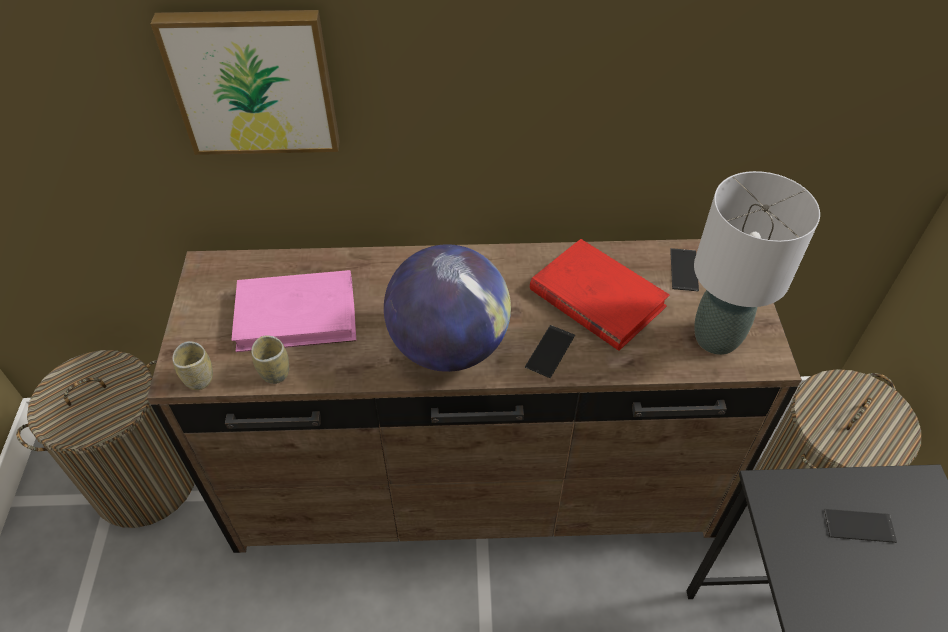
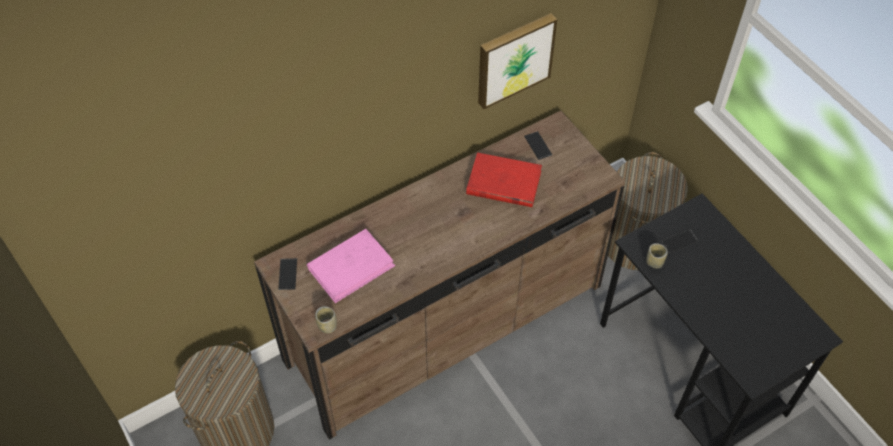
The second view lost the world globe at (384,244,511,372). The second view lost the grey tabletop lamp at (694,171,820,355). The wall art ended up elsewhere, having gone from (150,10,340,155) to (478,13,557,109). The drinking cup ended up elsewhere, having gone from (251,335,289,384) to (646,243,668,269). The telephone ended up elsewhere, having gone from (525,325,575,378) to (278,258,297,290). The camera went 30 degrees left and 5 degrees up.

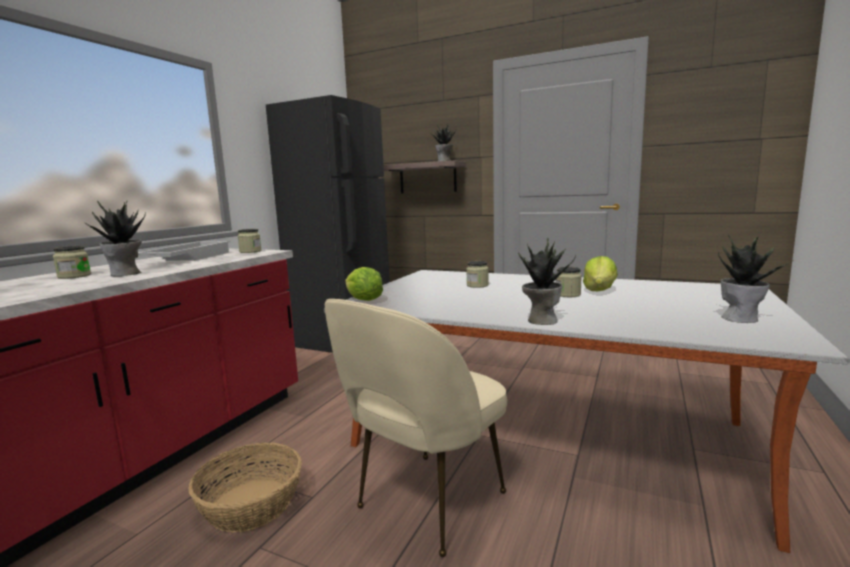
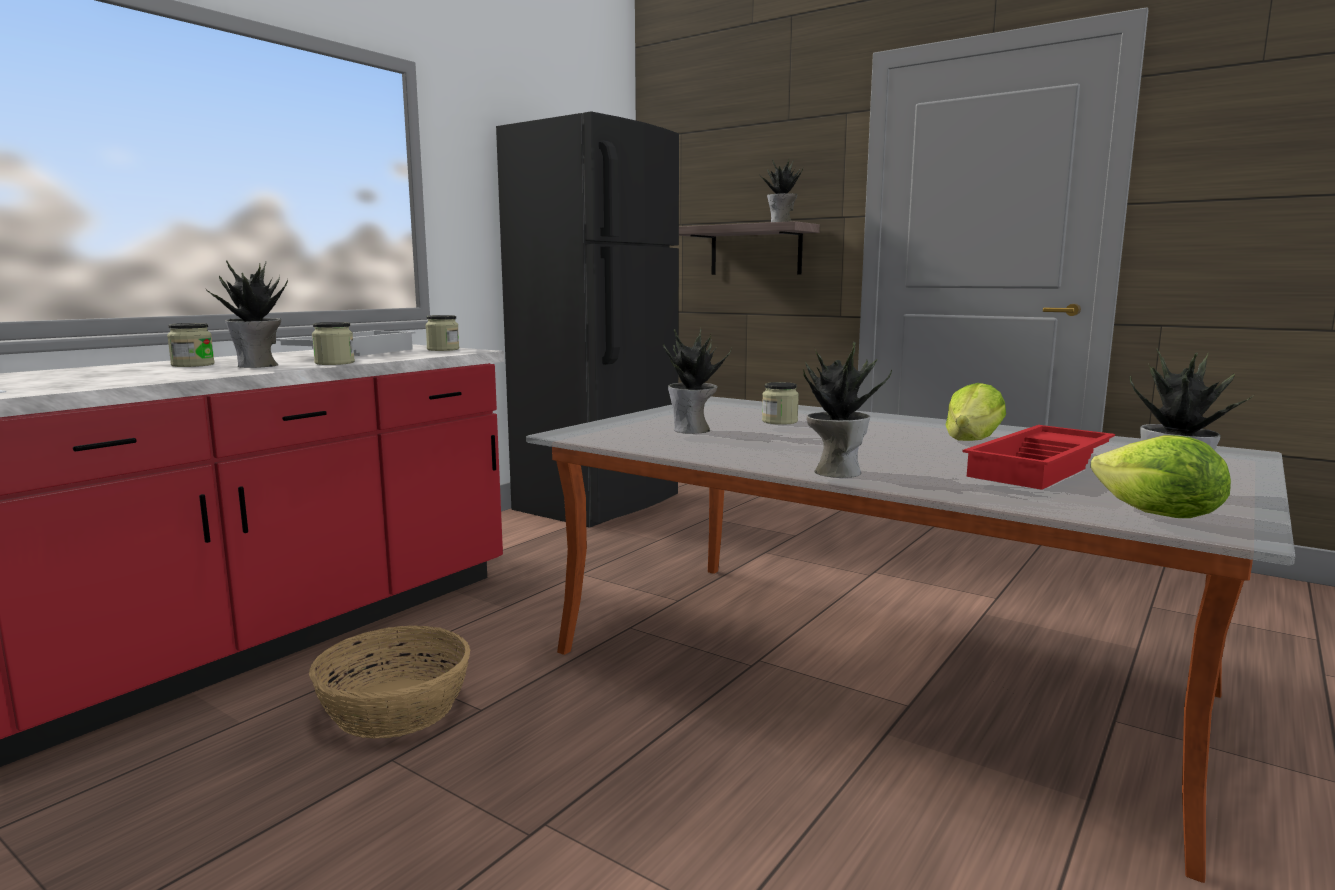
The second view lost the beige plain chair at (325,299,507,557). The second view gained the potted plant at (663,328,732,434). The second view gained the reddish tray at (963,425,1115,490). The lettuce head ended up elsewhere, having gone from (346,267,383,301) to (1090,435,1231,518). The preserve jar ended up elsewhere, having gone from (556,267,582,297) to (312,322,355,365). The camera went 10 degrees right and 0 degrees up.

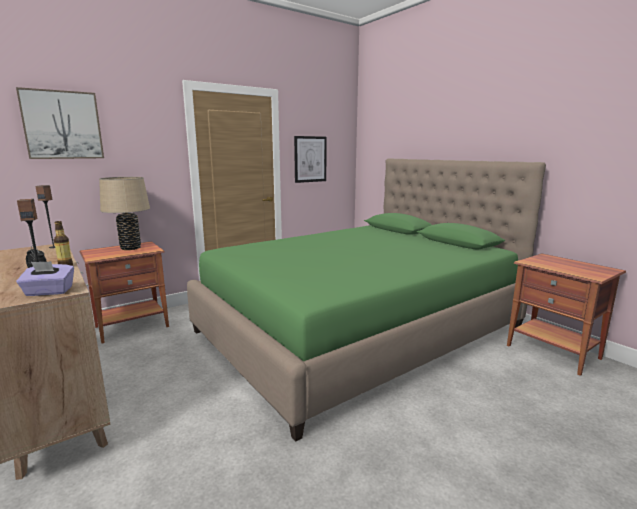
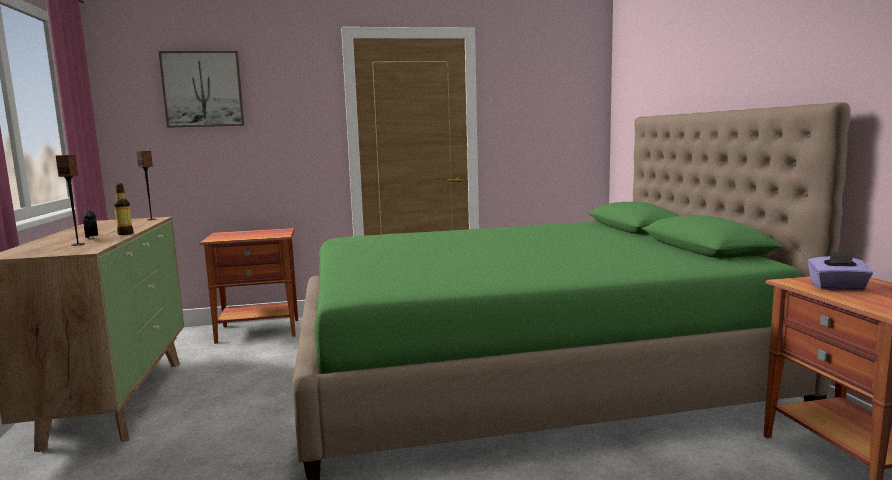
The second view lost the beige tabletop lamp at (99,177,150,250). The second view lost the wall art at (294,136,327,183). The purple-coloured box of tissues ended up elsewhere, having gone from (16,261,74,296) to (807,251,873,291). The camera went 25 degrees right and 5 degrees down.

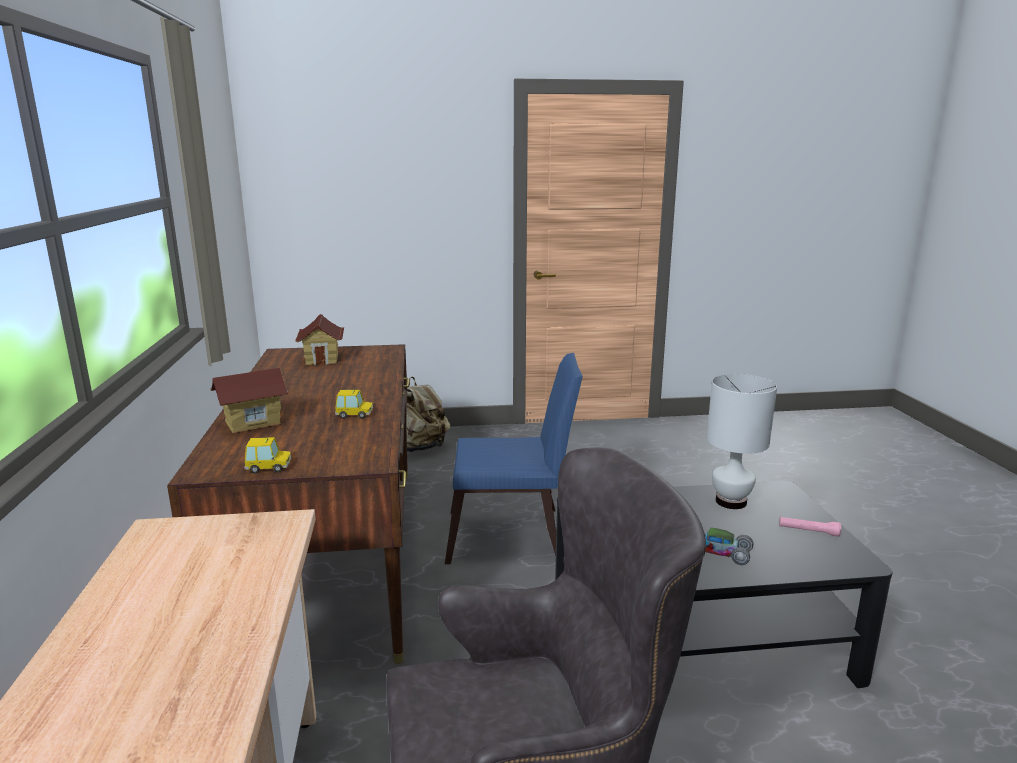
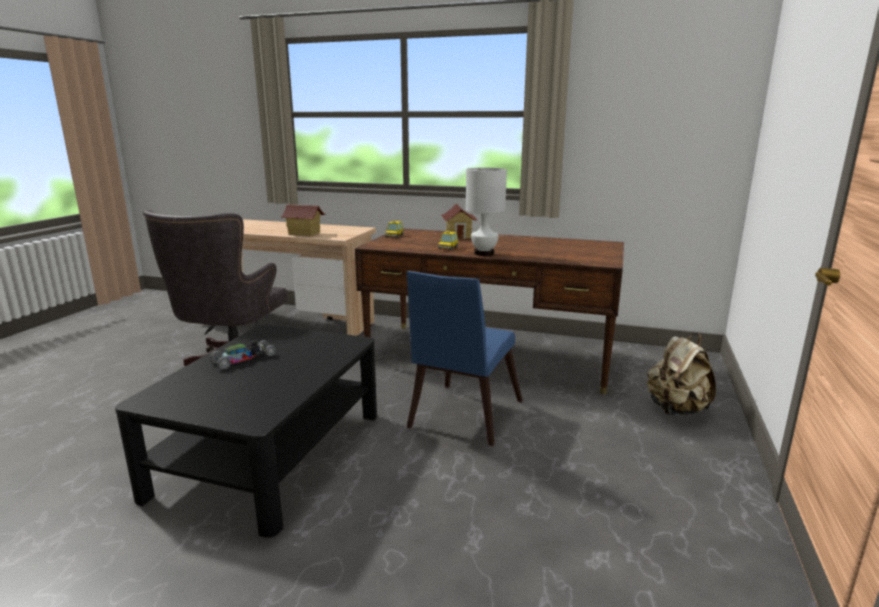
The second view lost the pink-coloured torch at (779,517,841,537). The model house ended up elsewhere, having gone from (295,314,344,365) to (280,205,325,236). The whitish tabletop lamp ended up elsewhere, having gone from (707,374,777,509) to (466,168,507,256). The camera went 115 degrees right and 0 degrees up.

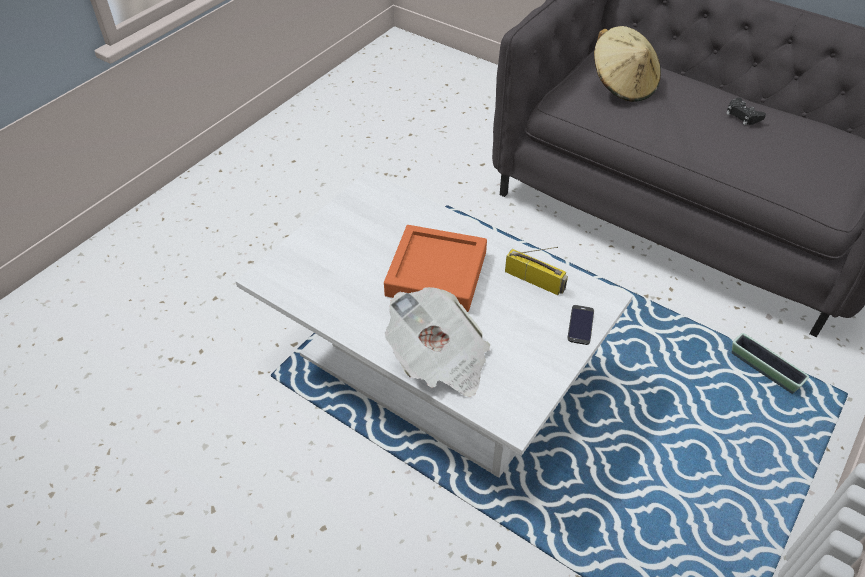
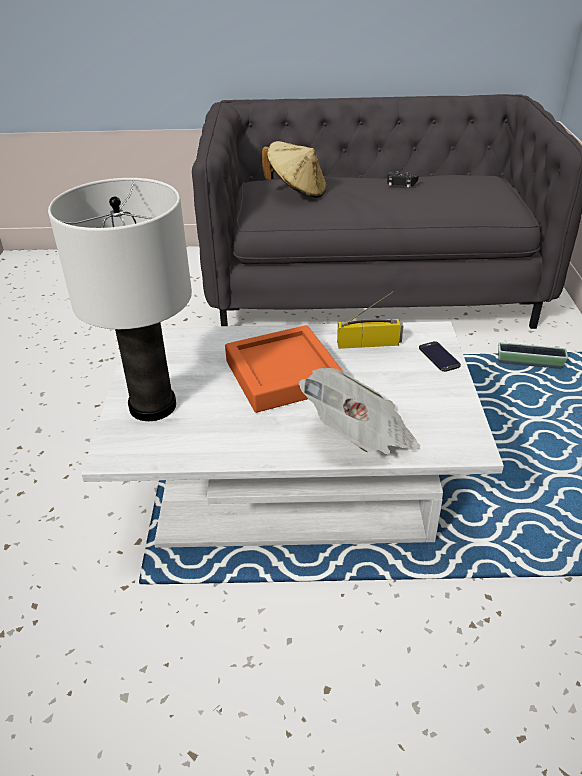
The second view gained the whitish tabletop lamp at (48,178,192,421). The camera went 35 degrees left and 10 degrees down.

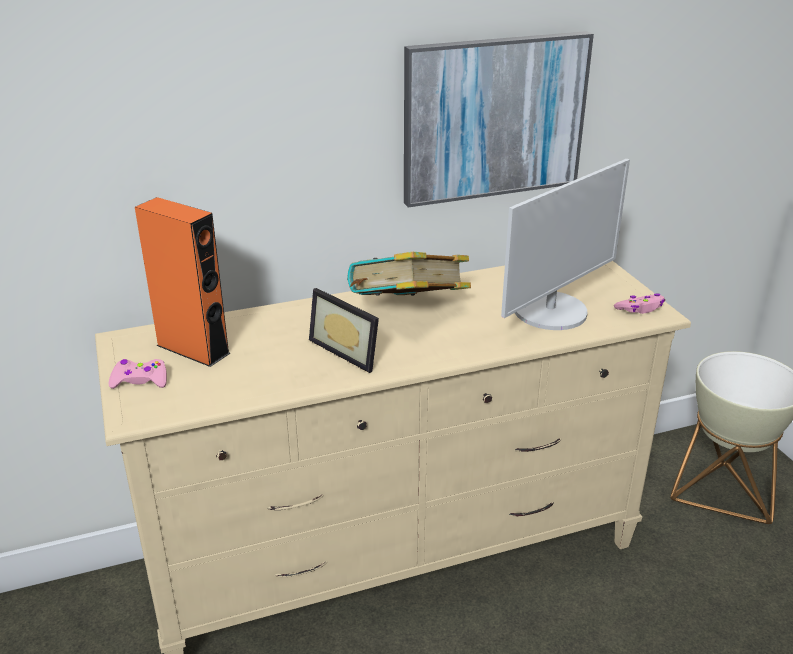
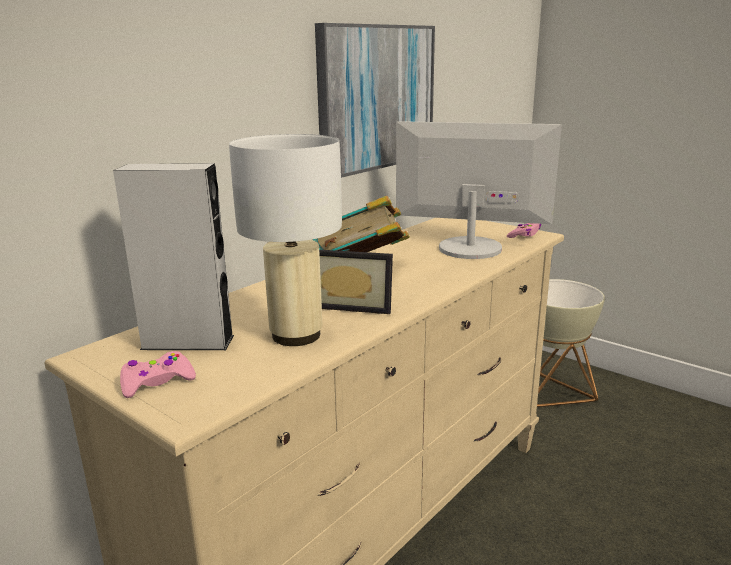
The second view gained the whitish tabletop lamp at (229,134,342,346). What was the orange-coloured loudspeaker at (135,197,230,367) turned into the grey loudspeaker at (113,163,234,350). The computer screen at (501,158,630,330) ended up facing another way, 90 degrees counterclockwise from before. The camera went 30 degrees left and 10 degrees down.

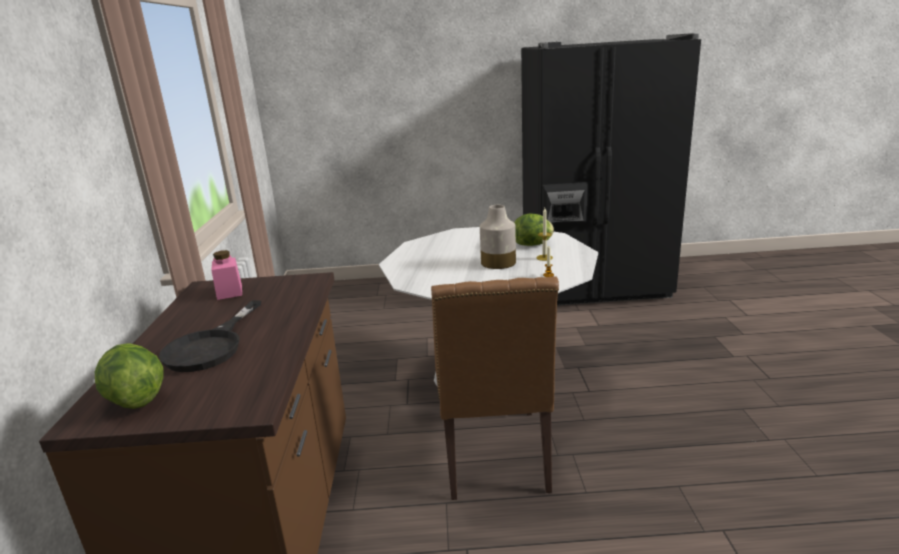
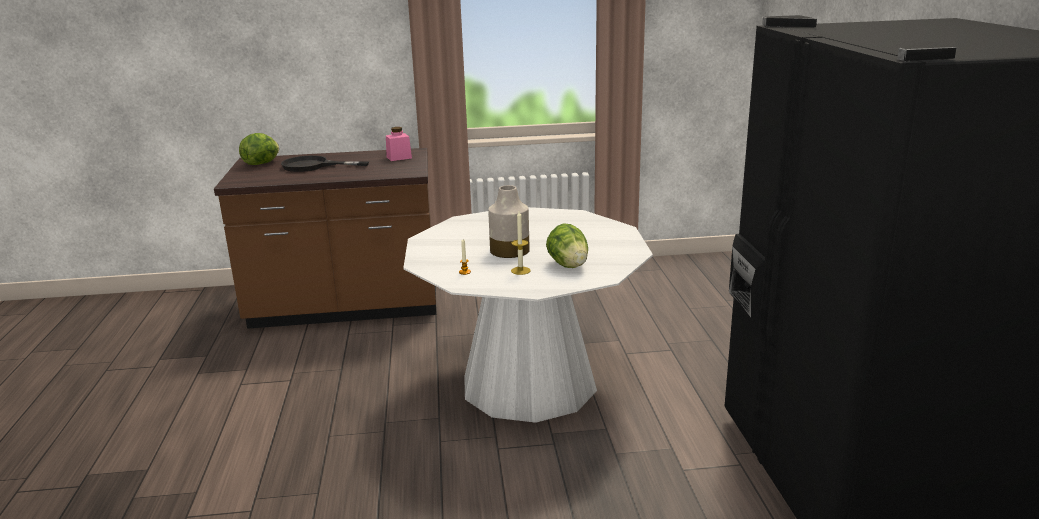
The second view lost the brown-coloured plain chair at (431,276,559,500). The camera went 85 degrees right and 0 degrees up.

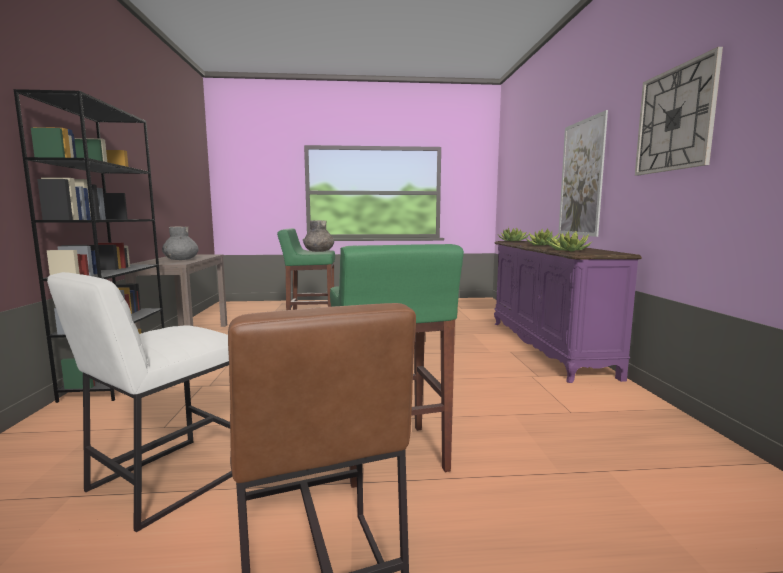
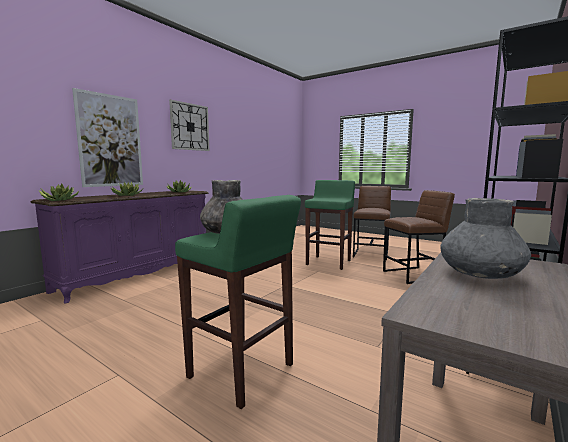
What was the whitish plain chair at (47,272,233,532) turned into the brown-coloured plain chair at (383,190,455,284). The camera went 140 degrees left and 0 degrees up.

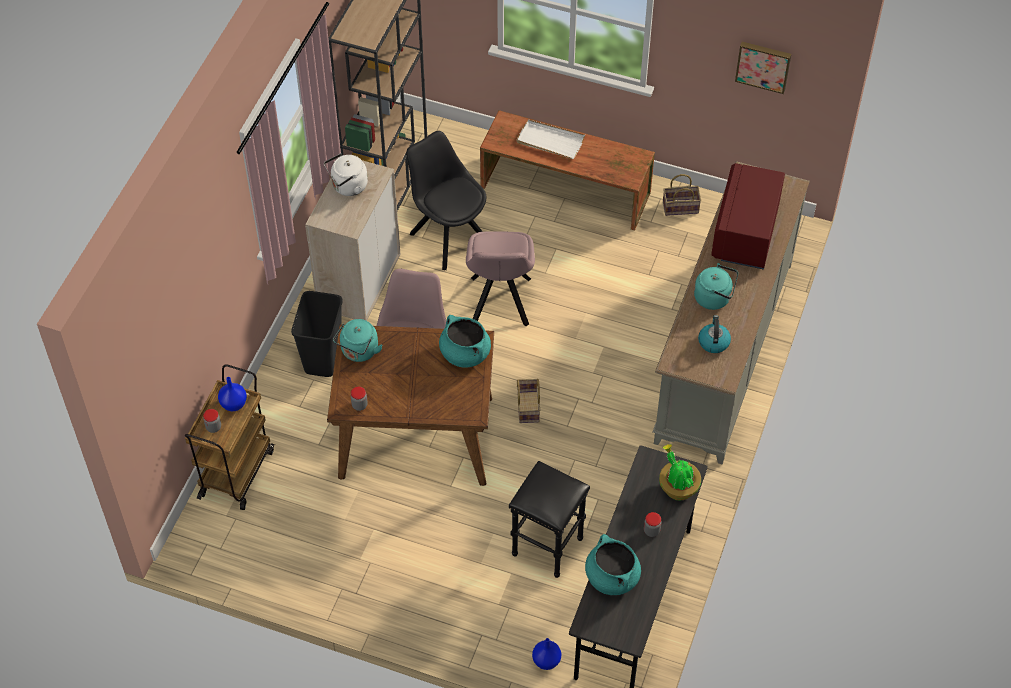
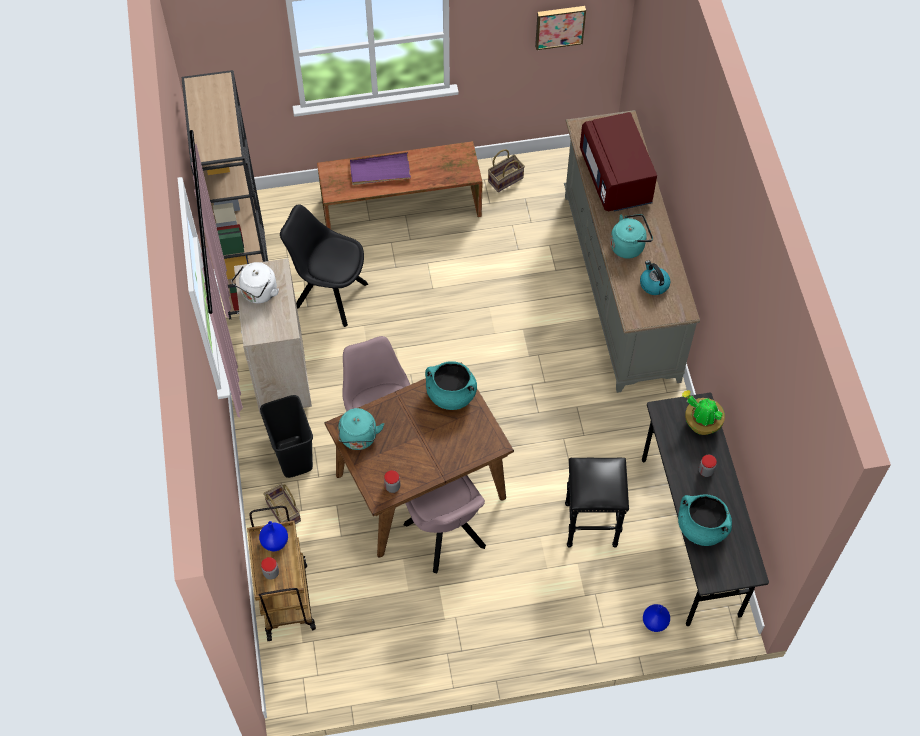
The pink-coloured plain chair ended up elsewhere, having gone from (466,231,535,326) to (404,475,486,573). The storage basket ended up elsewhere, having gone from (517,379,540,423) to (263,484,301,524). What was the whitish tray at (517,119,585,159) turned into the purple-coloured tray at (350,152,411,185). The camera went 30 degrees left and 5 degrees up.

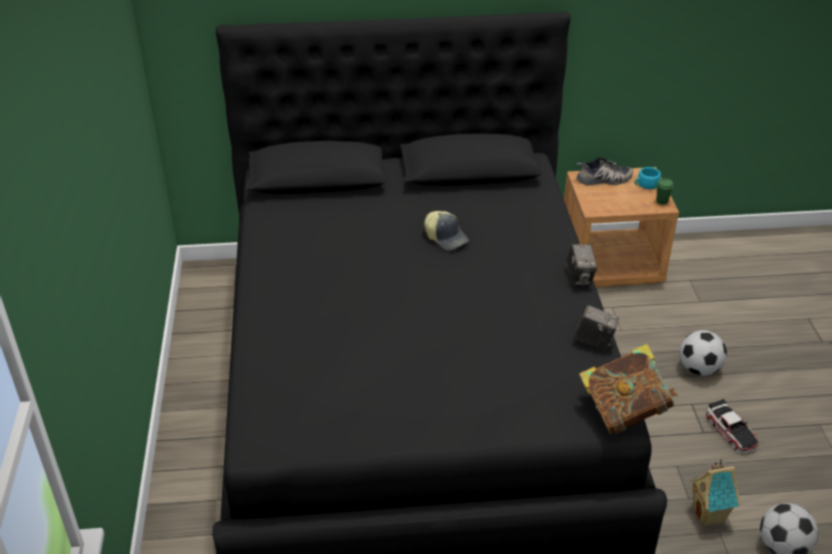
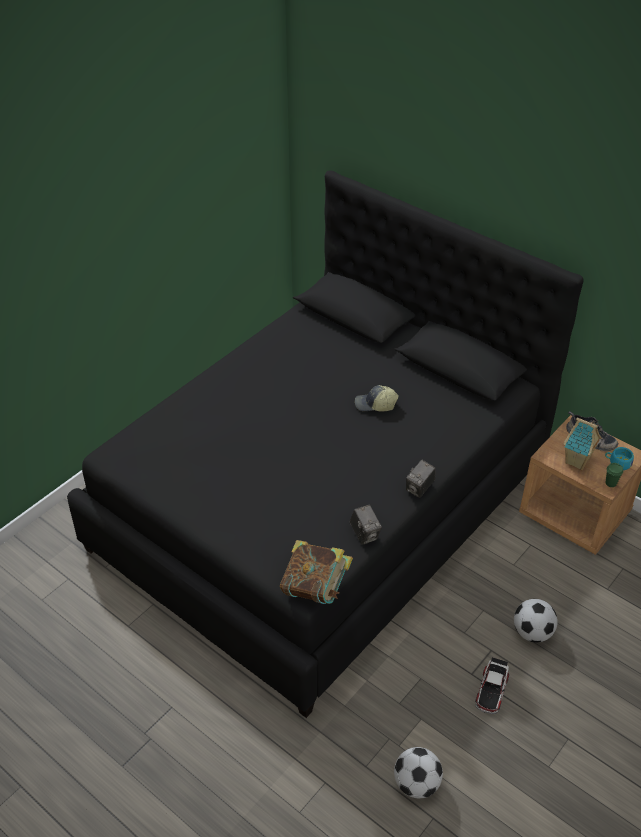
The model house ended up elsewhere, having gone from (690,459,741,526) to (563,417,602,470). The cap at (424,211,469,251) ended up facing another way, 90 degrees clockwise from before. The camera went 45 degrees right and 5 degrees up.

